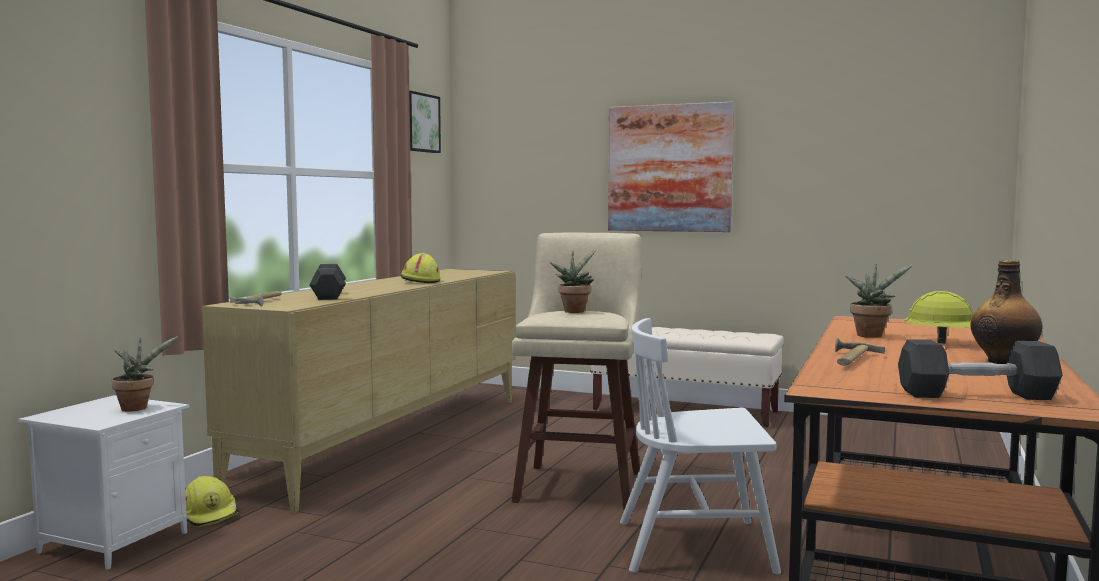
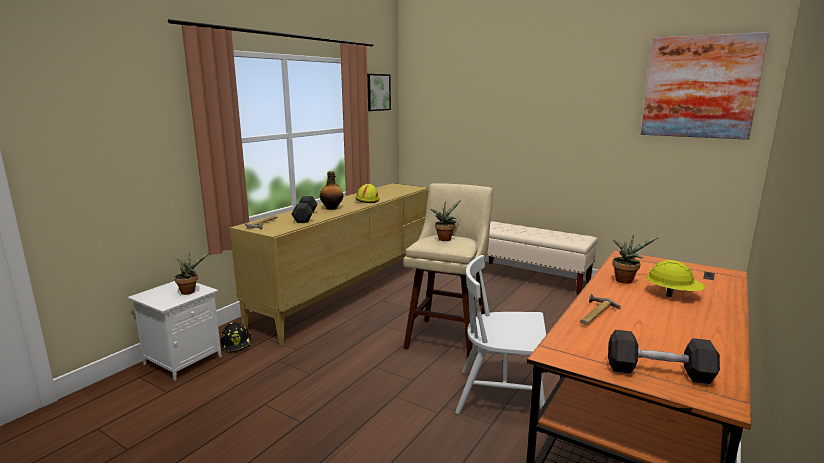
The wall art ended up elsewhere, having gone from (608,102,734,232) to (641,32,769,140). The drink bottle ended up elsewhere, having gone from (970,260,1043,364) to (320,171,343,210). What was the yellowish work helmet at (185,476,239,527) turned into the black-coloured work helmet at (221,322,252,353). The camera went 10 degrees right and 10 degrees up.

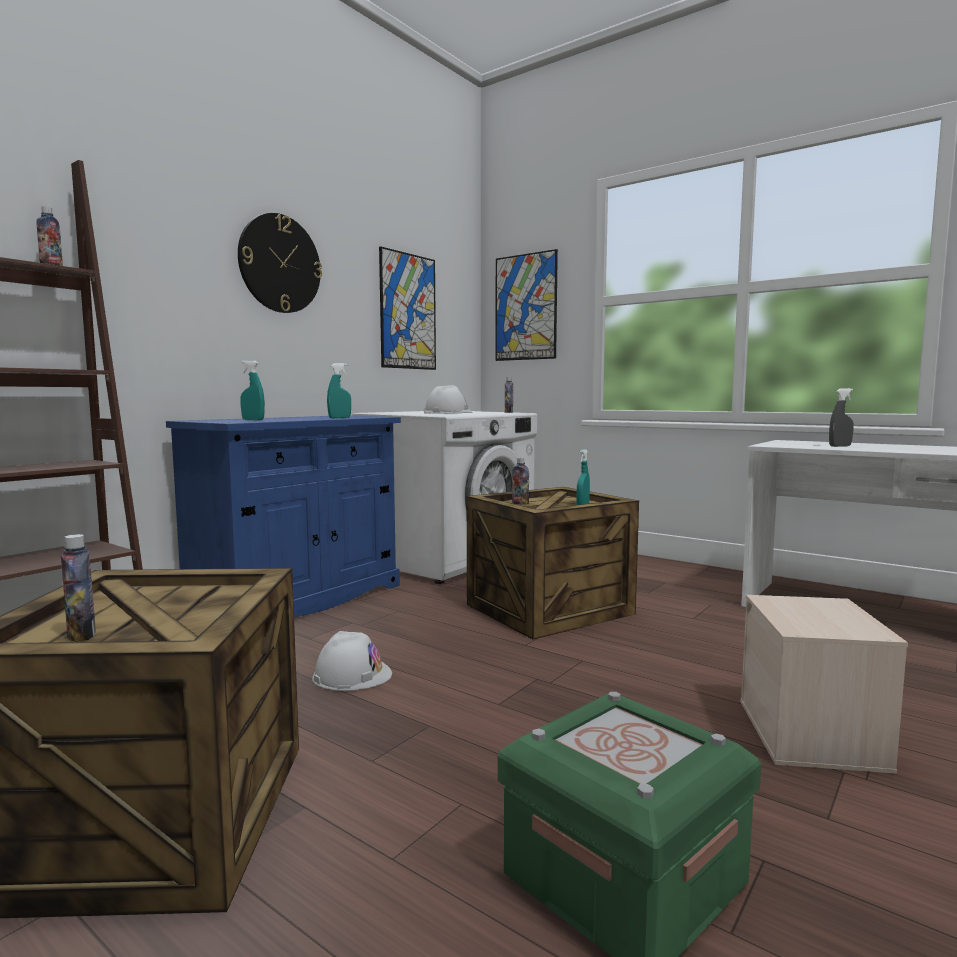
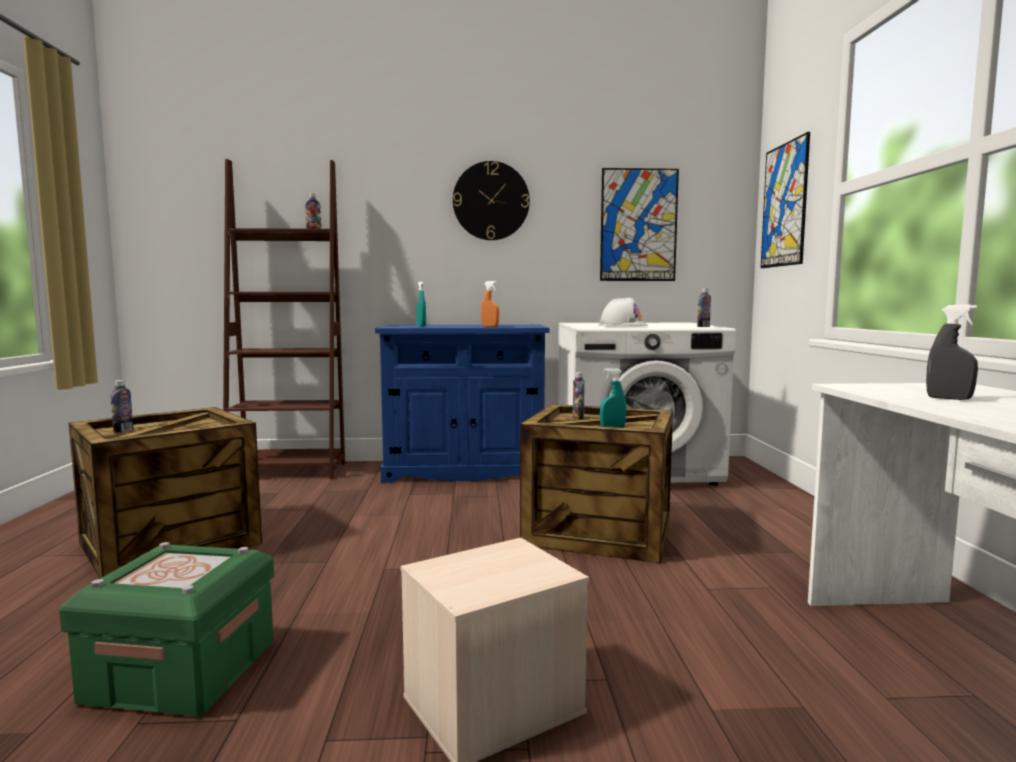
The second view lost the whitish work helmet at (312,631,392,691). What was the blue-green spray bottle at (327,363,351,418) turned into the orange-coloured spray bottle at (481,281,499,327). The camera went 50 degrees right and 0 degrees up.

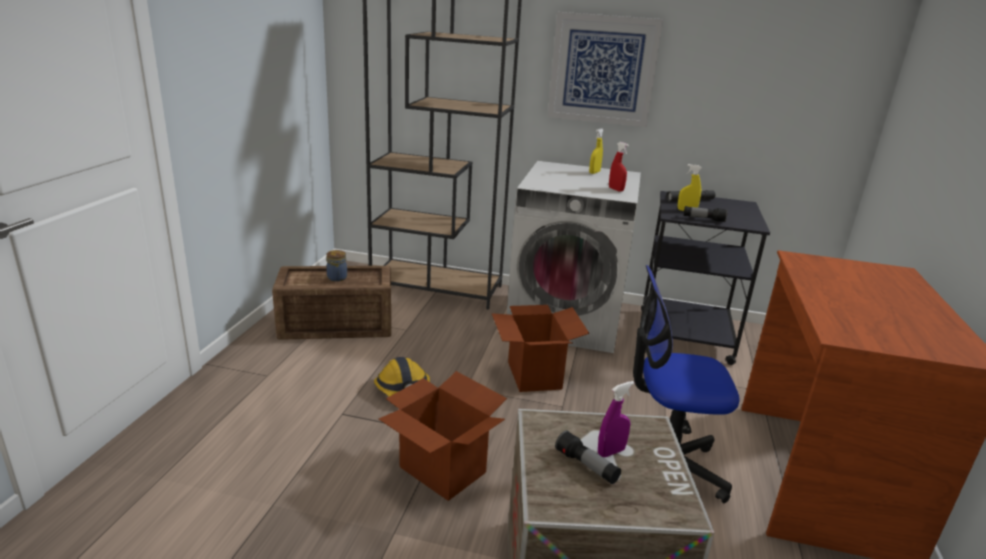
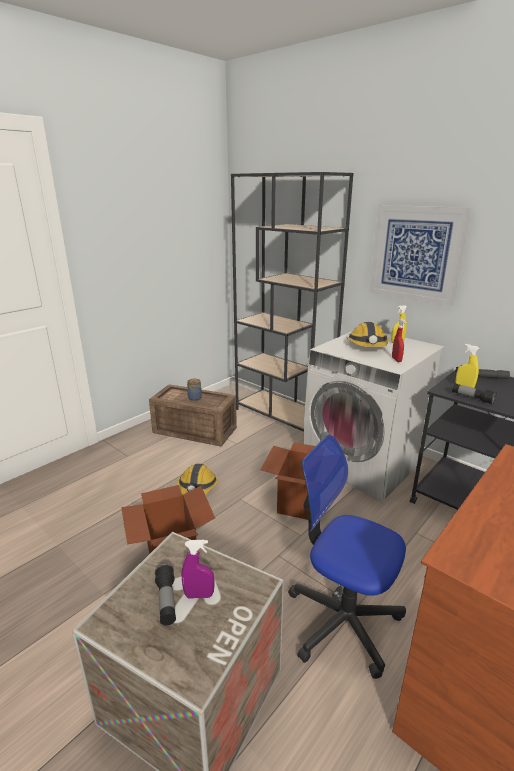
The second view gained the work helmet at (347,322,389,347). The camera went 30 degrees right and 0 degrees up.

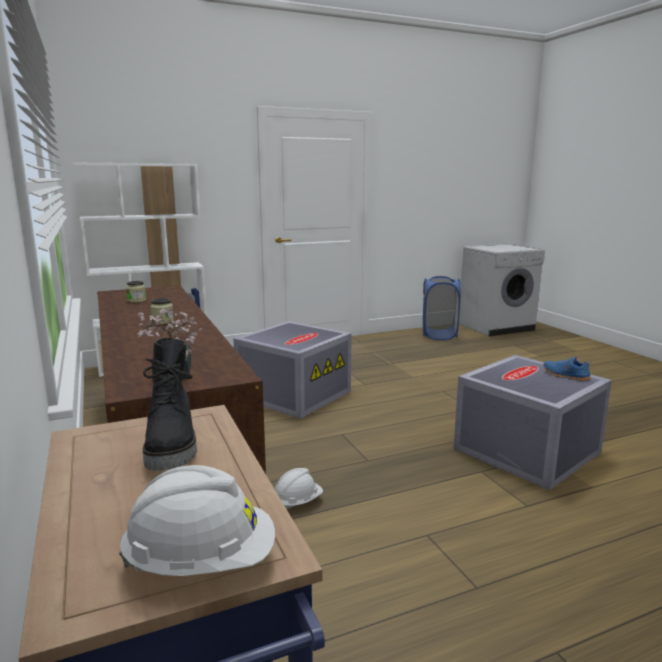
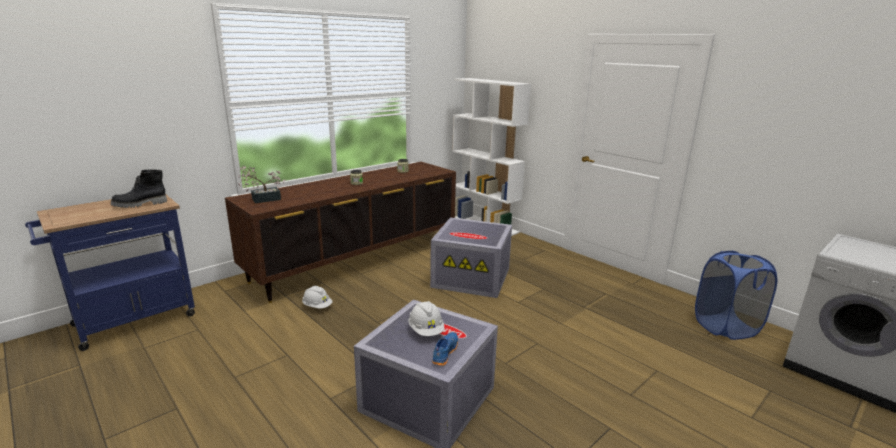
The whitish work helmet ended up elsewhere, having gone from (119,465,275,576) to (408,301,444,336). The camera went 70 degrees right and 5 degrees up.

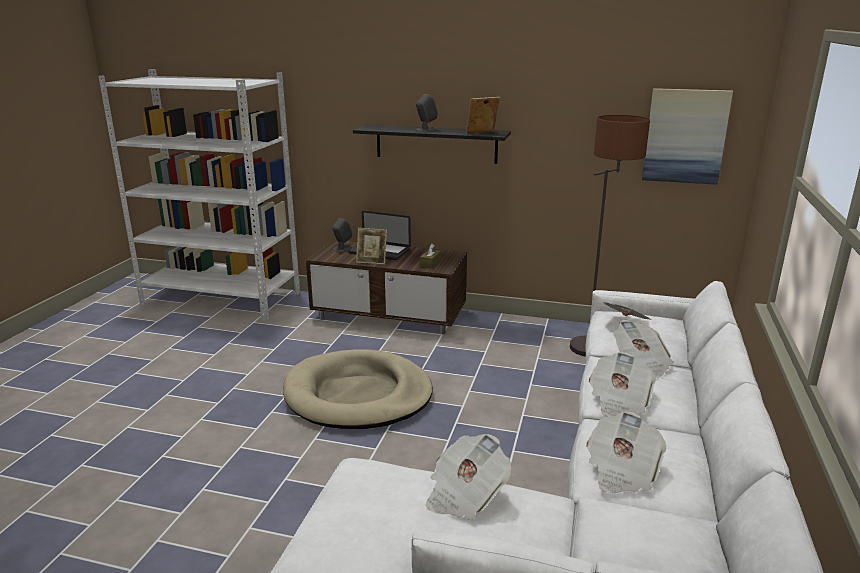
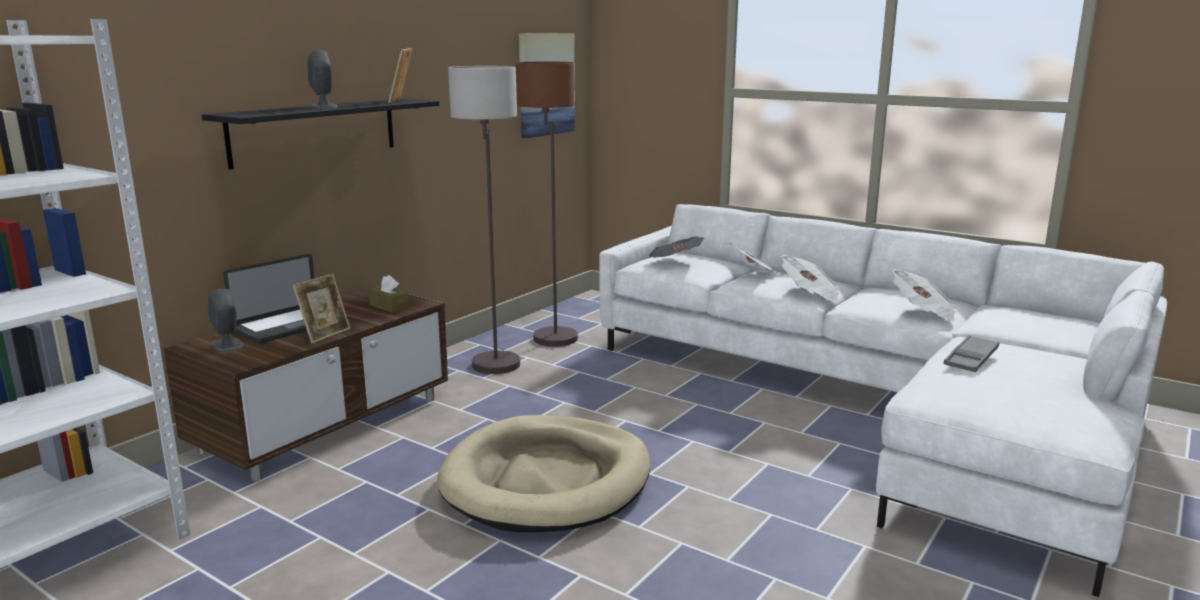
The second view gained the grey floor lamp at (448,66,520,374). Where the daily paper stood at (426,434,511,520), the grey tray came to stand at (943,335,999,372). The camera went 70 degrees left and 5 degrees down.

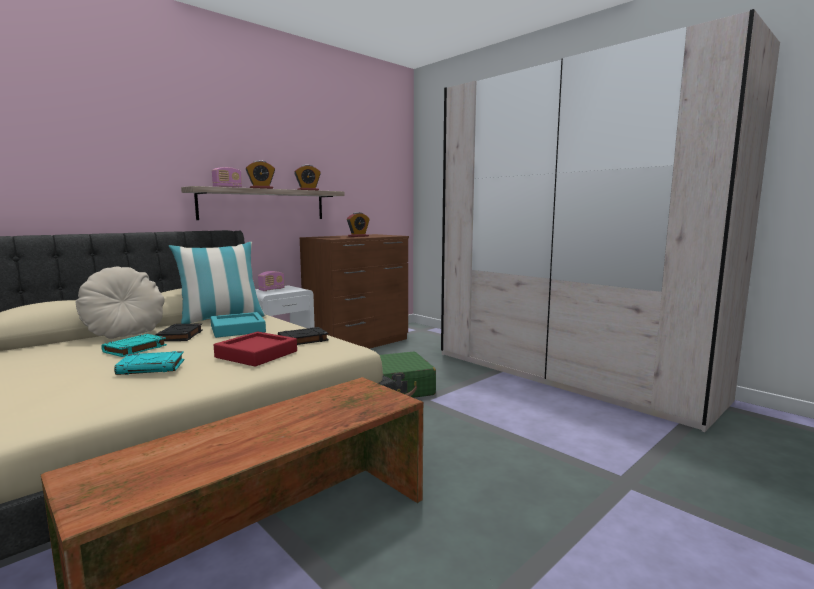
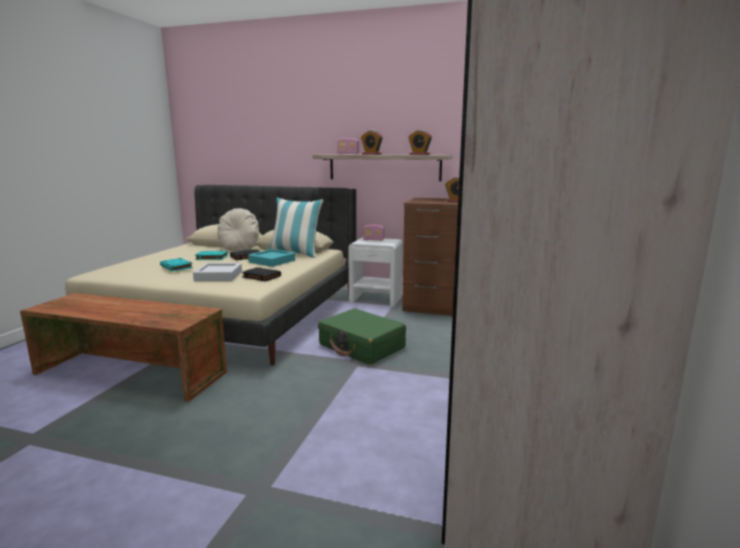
What was the reddish tray at (214,332,297,367) turned into the grey tray at (193,263,242,281). The camera went 60 degrees right and 5 degrees up.

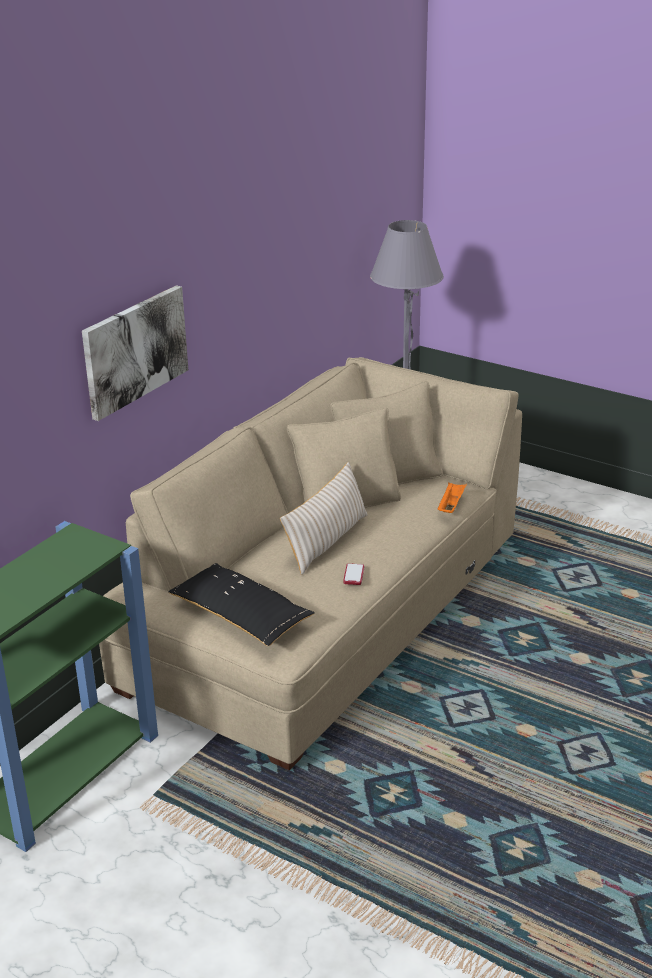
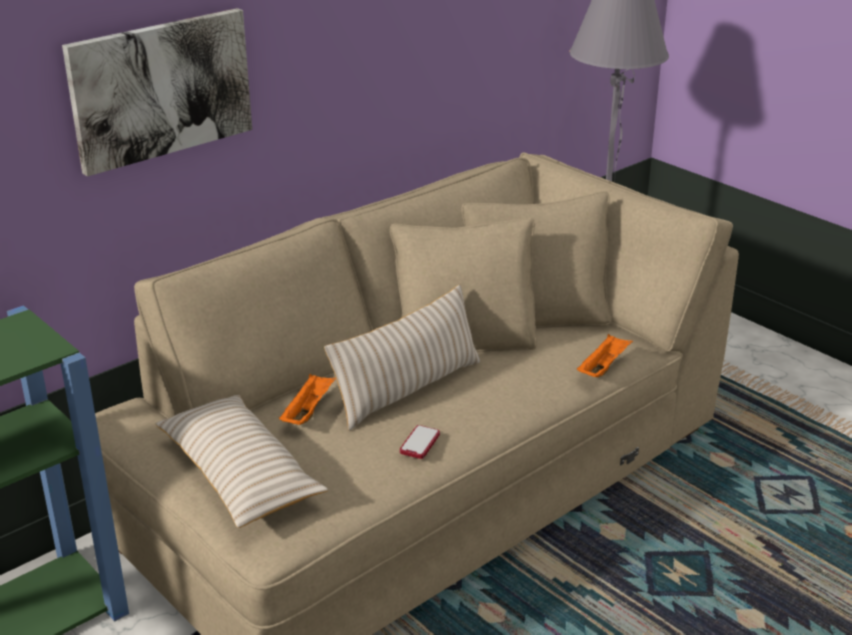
The second view gained the orange-coloured tray at (279,374,336,425). What was the black-coloured cushion at (168,563,315,646) turned into the beige cushion at (156,395,328,528). The camera went 15 degrees right and 0 degrees up.

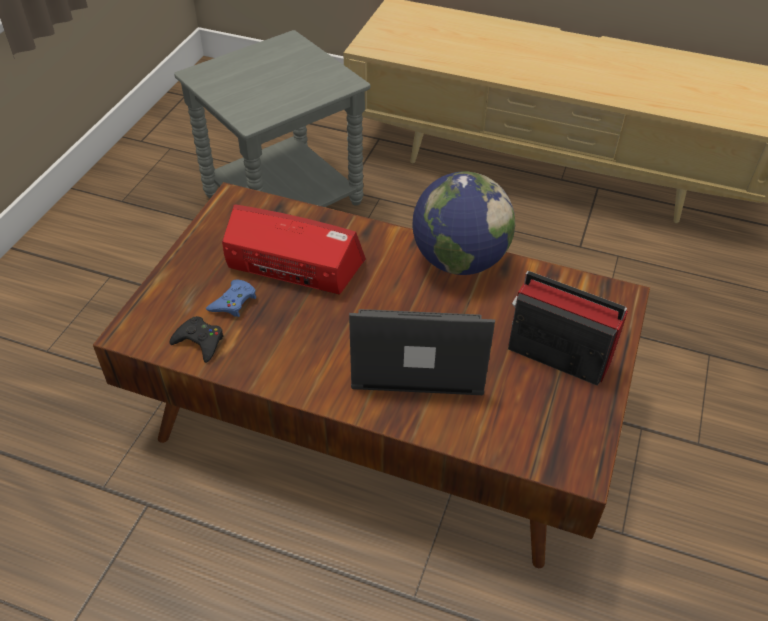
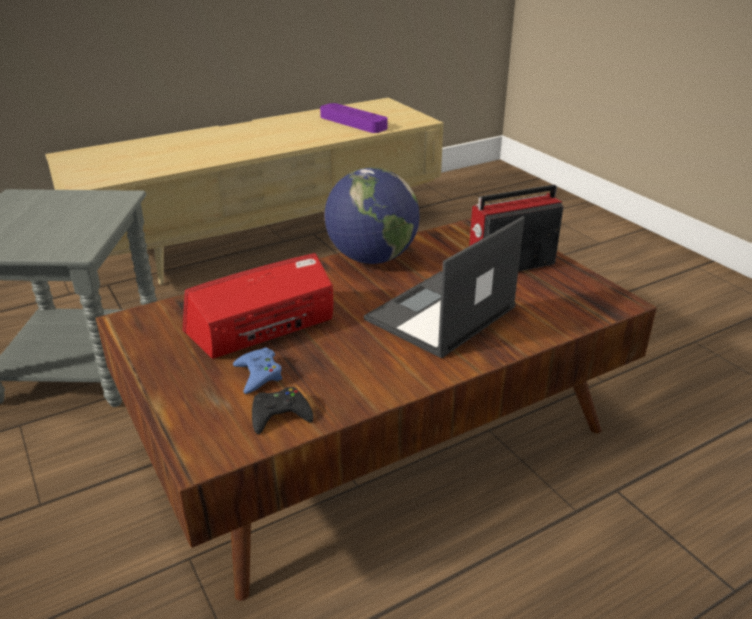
The second view gained the purple-coloured tray at (320,103,387,133). The camera went 50 degrees left and 15 degrees down.

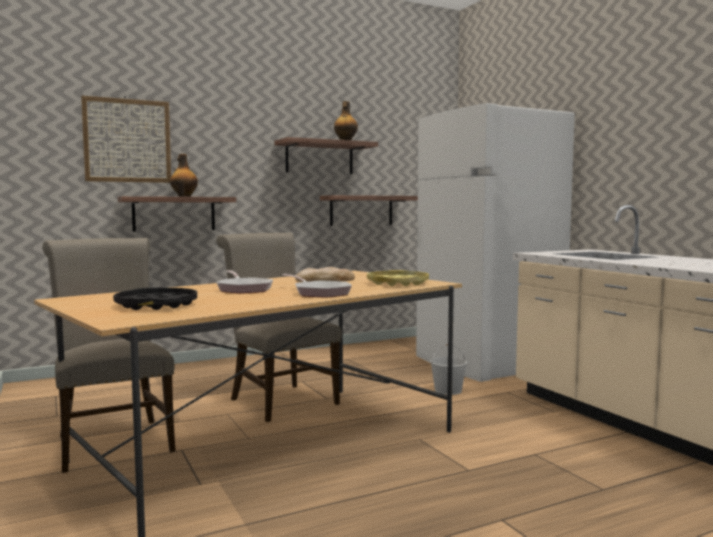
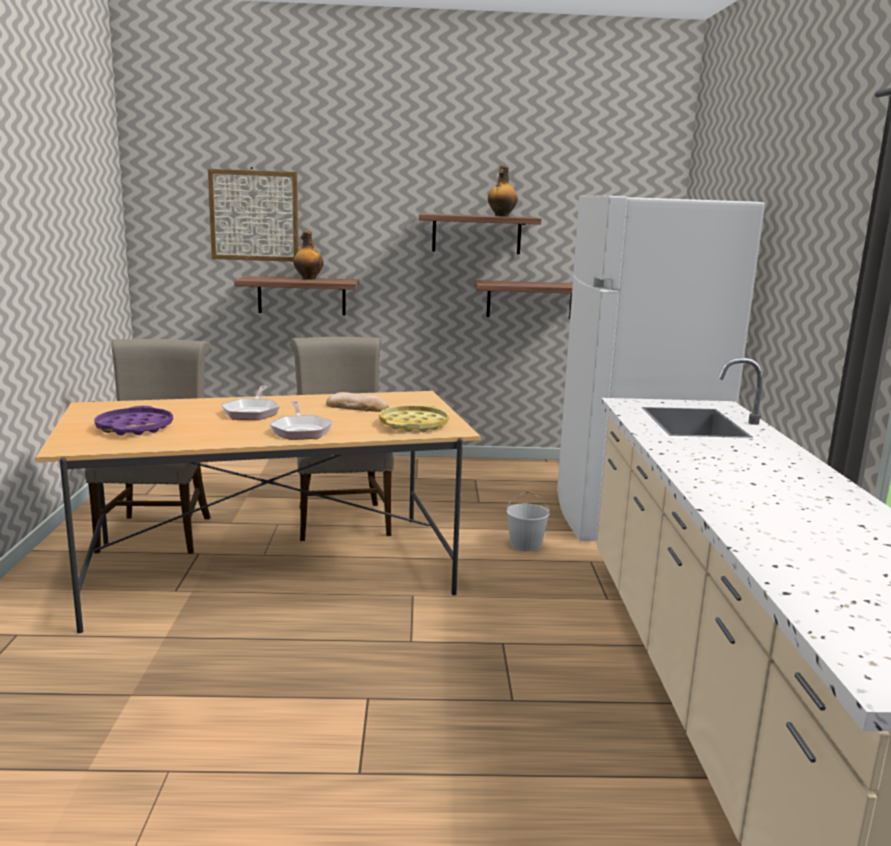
What was the black-coloured tray at (113,287,197,310) turned into the purple-coloured tray at (94,406,173,435). The camera went 25 degrees right and 10 degrees up.

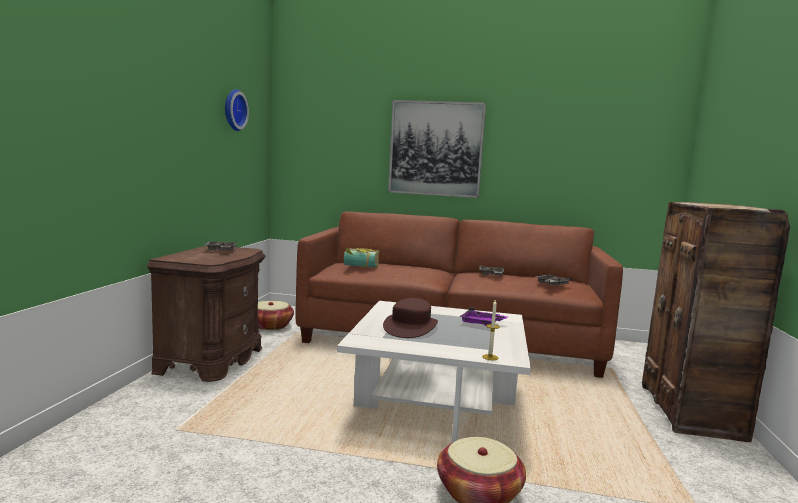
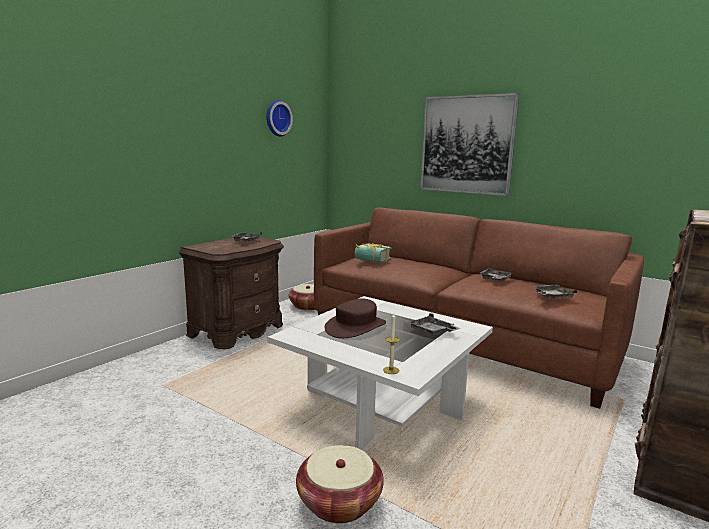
What was the purple-coloured tray at (459,307,508,326) turned into the grey tray at (408,313,460,336). The camera went 25 degrees right and 5 degrees up.

